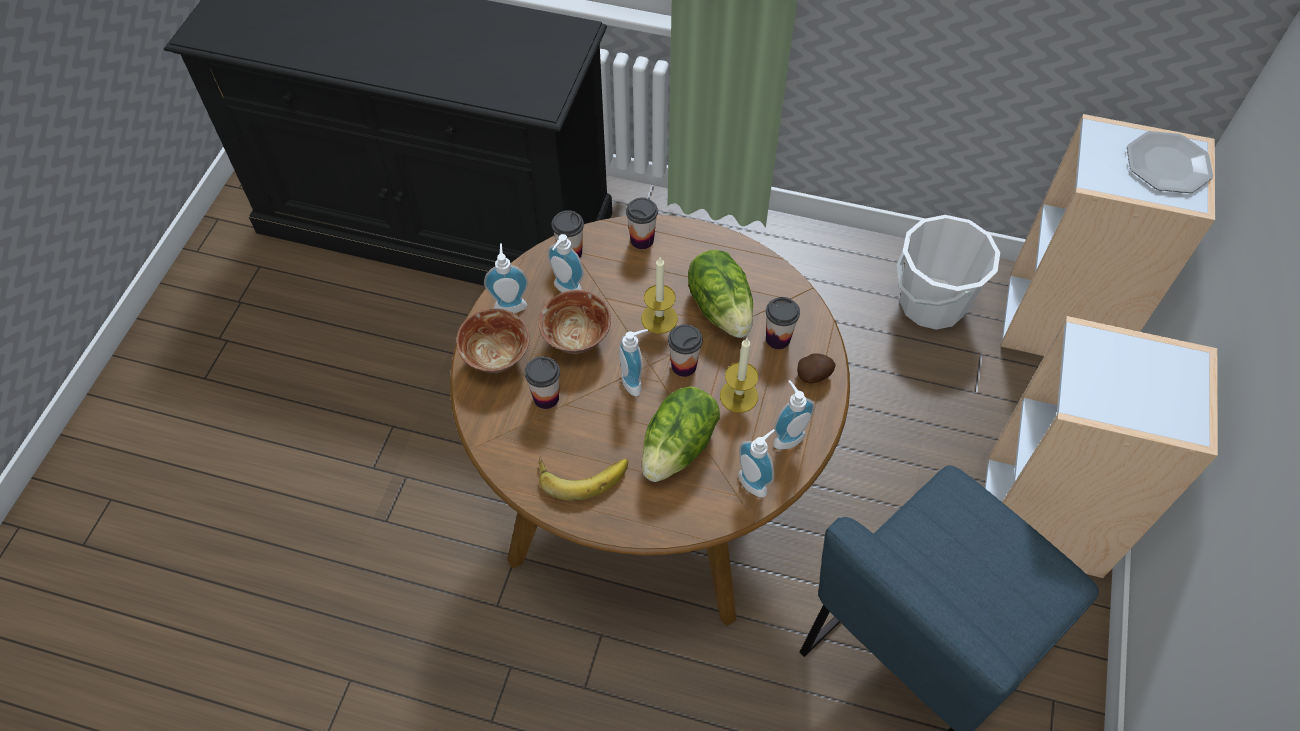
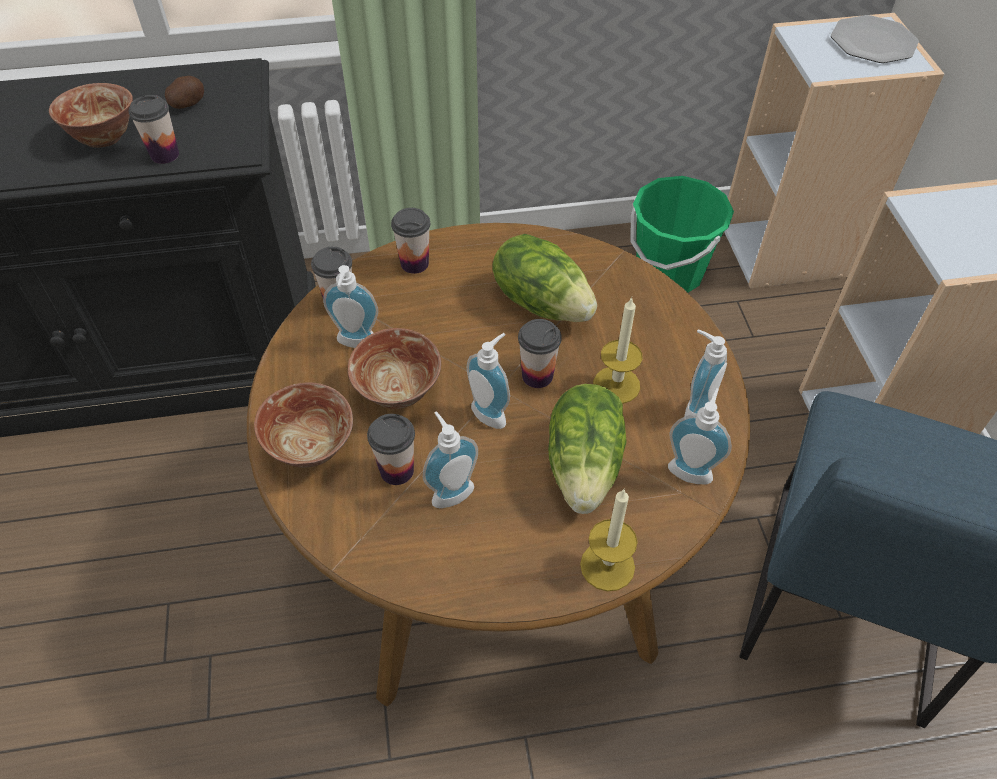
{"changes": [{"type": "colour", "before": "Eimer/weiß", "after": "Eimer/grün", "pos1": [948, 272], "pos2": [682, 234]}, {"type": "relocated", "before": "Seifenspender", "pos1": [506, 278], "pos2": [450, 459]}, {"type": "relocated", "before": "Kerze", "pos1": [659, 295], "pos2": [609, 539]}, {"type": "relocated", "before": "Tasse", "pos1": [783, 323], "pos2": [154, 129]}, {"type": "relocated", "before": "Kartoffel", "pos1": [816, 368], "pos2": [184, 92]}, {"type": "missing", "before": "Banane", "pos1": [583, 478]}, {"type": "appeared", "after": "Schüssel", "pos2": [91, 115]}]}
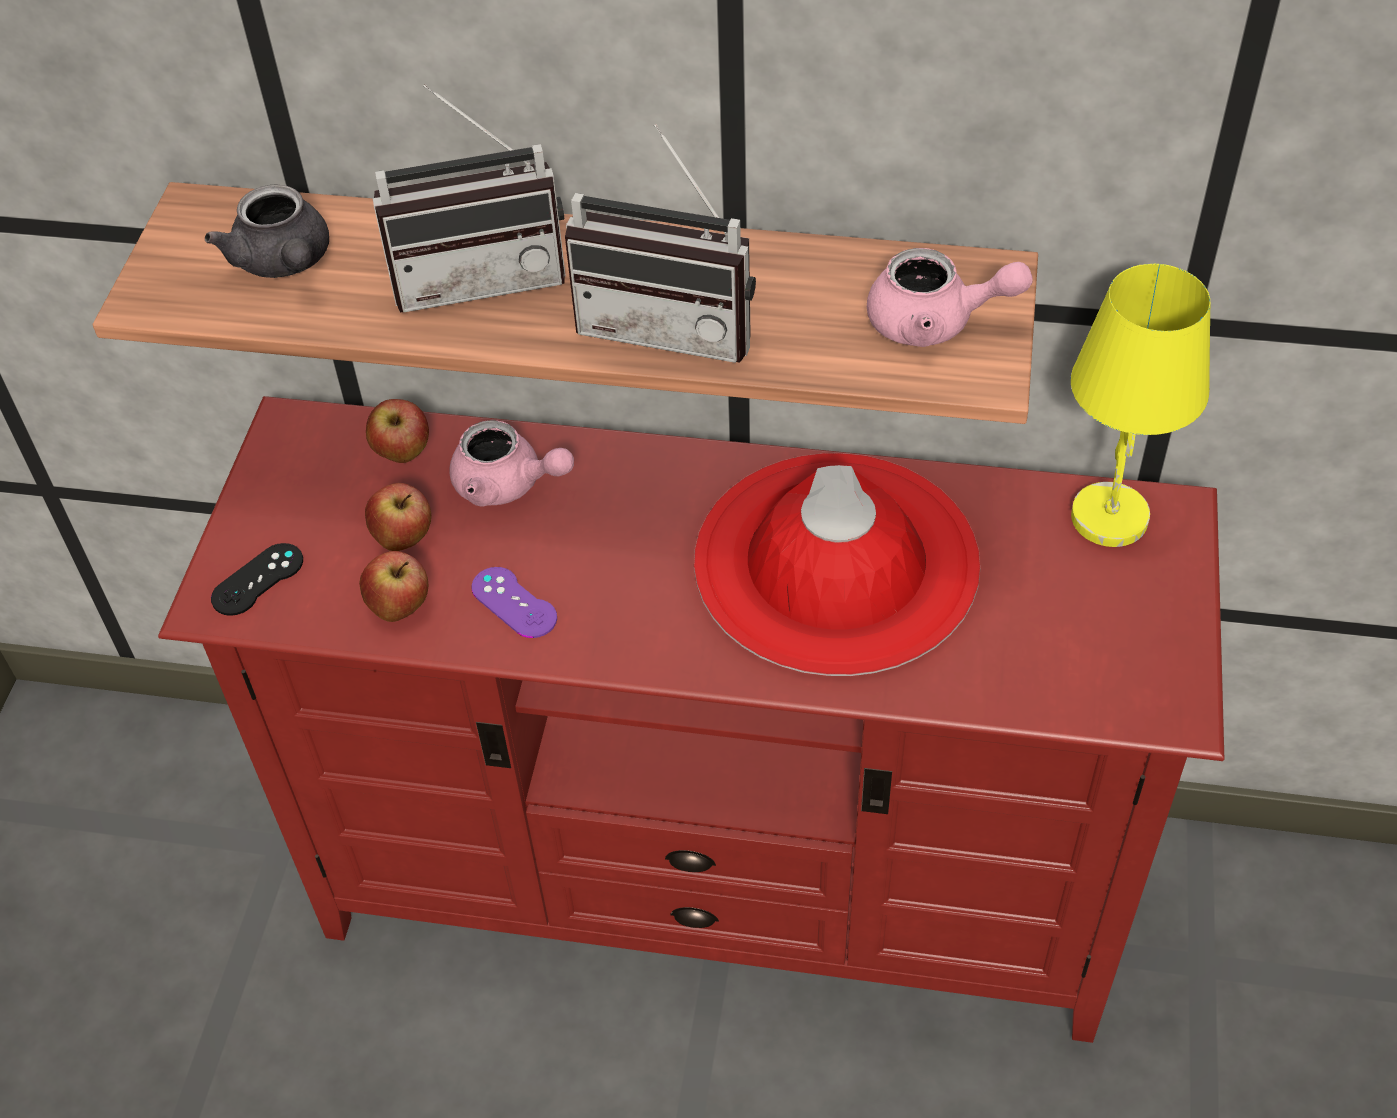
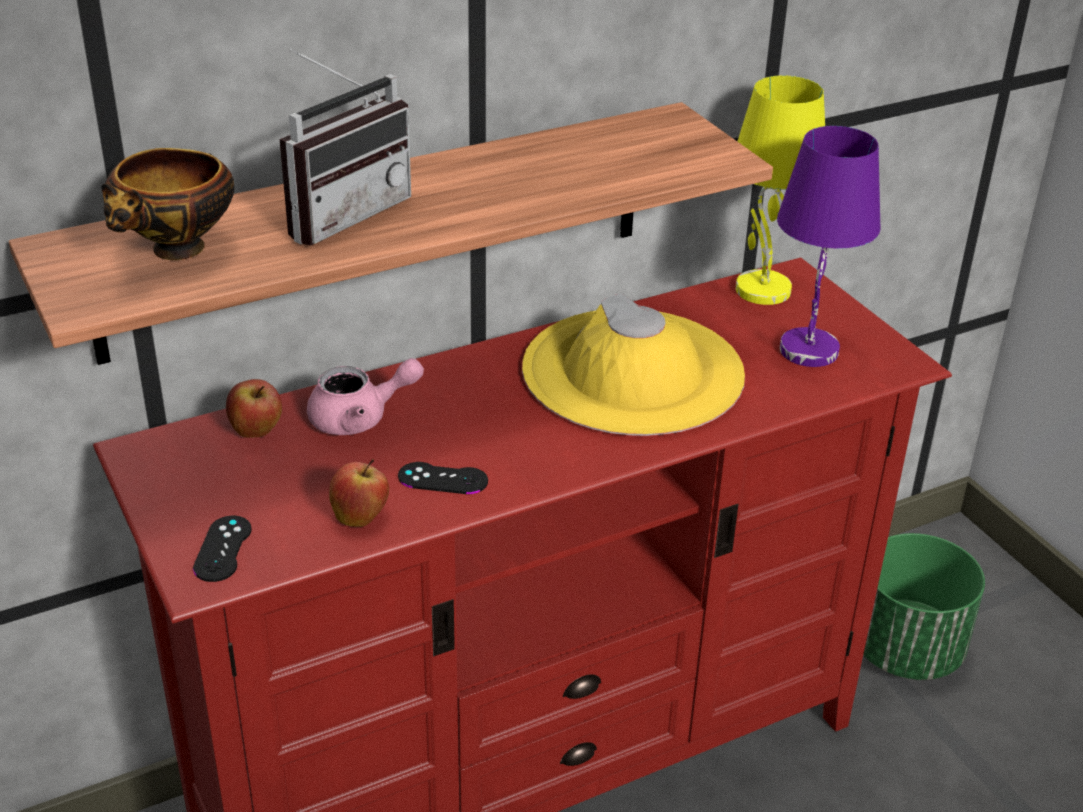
{"changes": [{"type": "missing", "before": "Radio", "pos1": [660, 243]}, {"type": "exchanged", "before": "Teekanne/grau", "after": "Schüssel", "pos1": [267, 231], "pos2": [168, 204]}, {"type": "missing", "before": "Teekanne/rosa", "pos1": [950, 297]}, {"type": "colour", "before": "Hut/rot", "after": "Hut/gelb", "pos1": [837, 564], "pos2": [633, 364]}, {"type": "missing", "before": "Apfel", "pos1": [398, 517]}, {"type": "colour", "before": "Gamepad/lila", "after": "Gamepad/schwarz", "pos1": [514, 602], "pos2": [443, 478]}, {"type": "appeared", "after": "Tischlampe/lila", "pos2": [828, 246]}, {"type": "appeared", "after": "Pflanzkübel/grün", "pos2": [924, 606]}]}
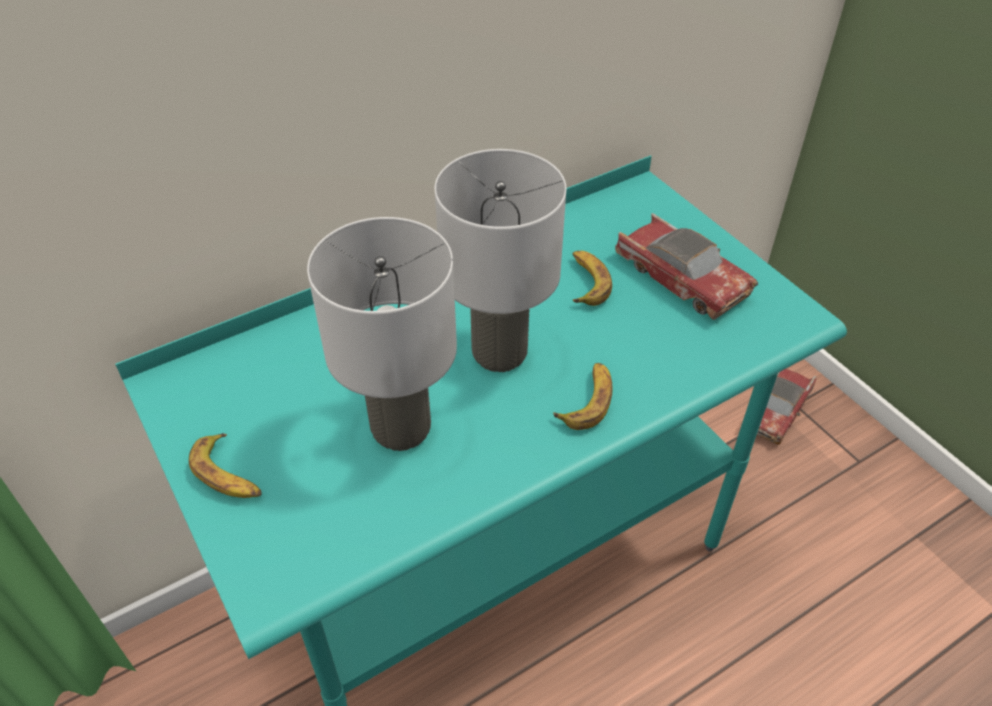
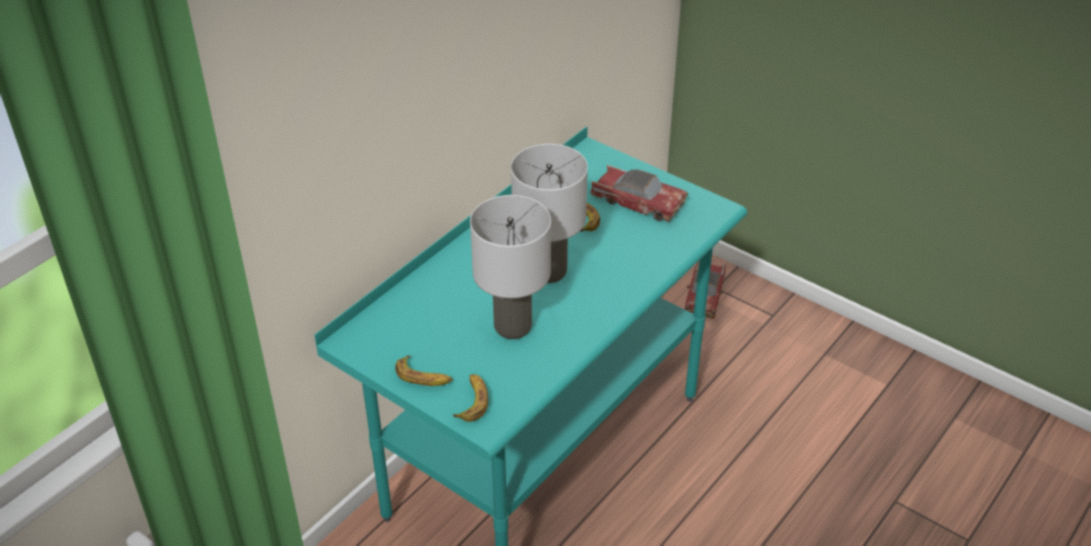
{"changes": [{"type": "relocated", "before": "Banane", "pos1": [582, 396], "pos2": [470, 398]}]}
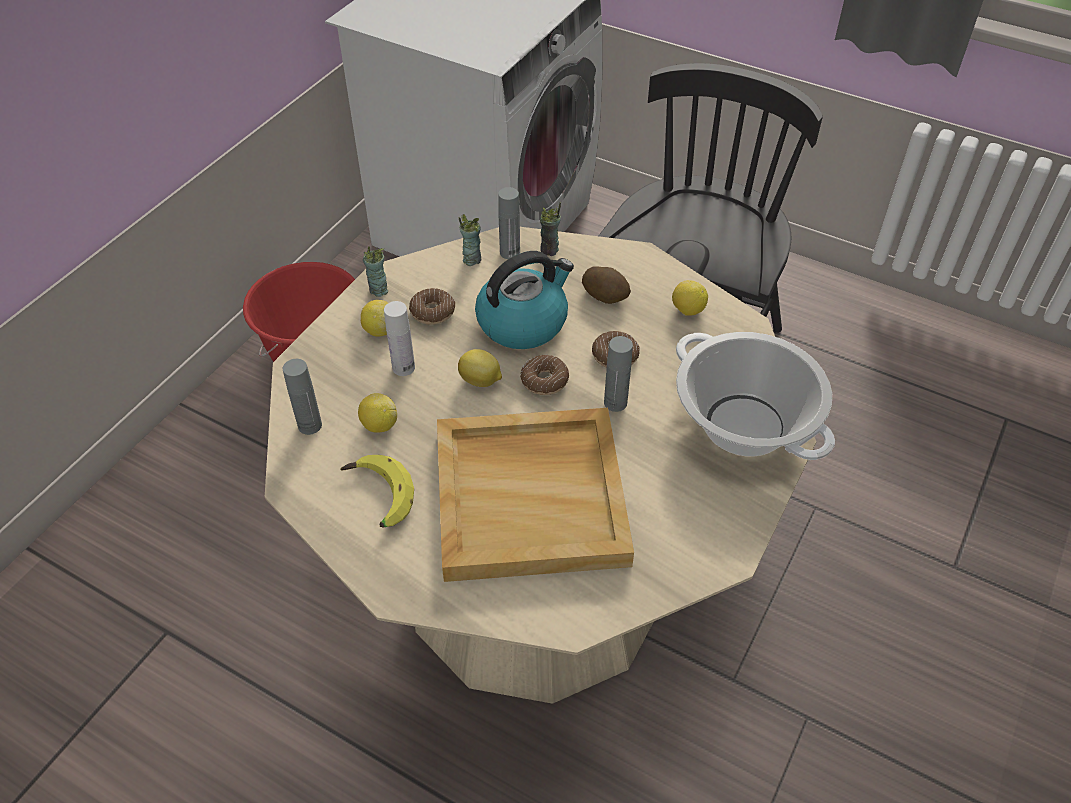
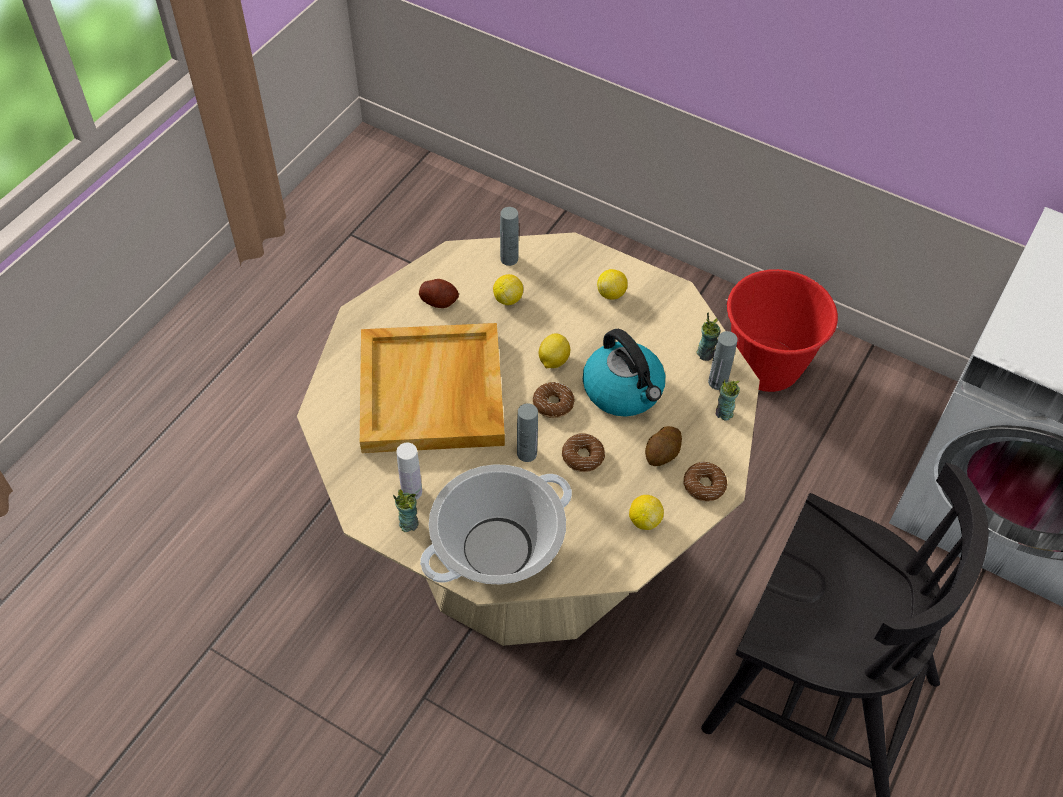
{"changes": [{"type": "relocated", "before": "Tasse", "pos1": [375, 272], "pos2": [406, 510]}, {"type": "relocated", "before": "Donut", "pos1": [432, 306], "pos2": [705, 482]}, {"type": "relocated", "before": "Flasche/weiß", "pos1": [399, 338], "pos2": [409, 471]}, {"type": "exchanged", "before": "Banane", "after": "Kartoffel", "pos1": [377, 491], "pos2": [439, 293]}]}
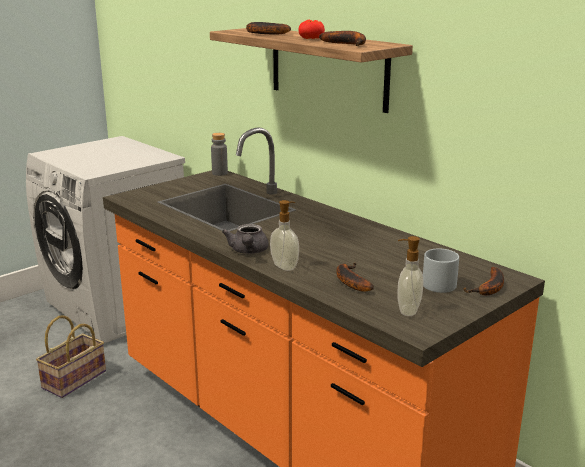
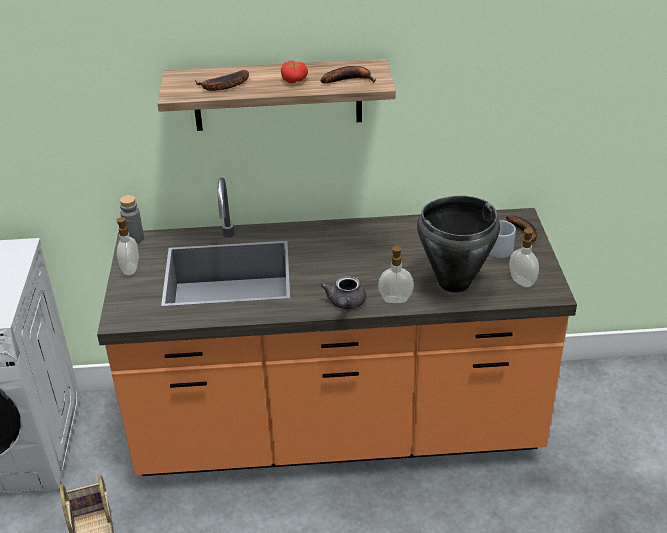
{"changes": [{"type": "spun", "before": "Teekanne/grau", "pos1": [245, 239], "pos2": [343, 292], "turn": 60}, {"type": "exchanged", "before": "Banane", "after": "Kochtopf/schwarz", "pos1": [355, 277], "pos2": [458, 244]}, {"type": "appeared", "after": "Seifenspender", "pos2": [128, 246]}]}
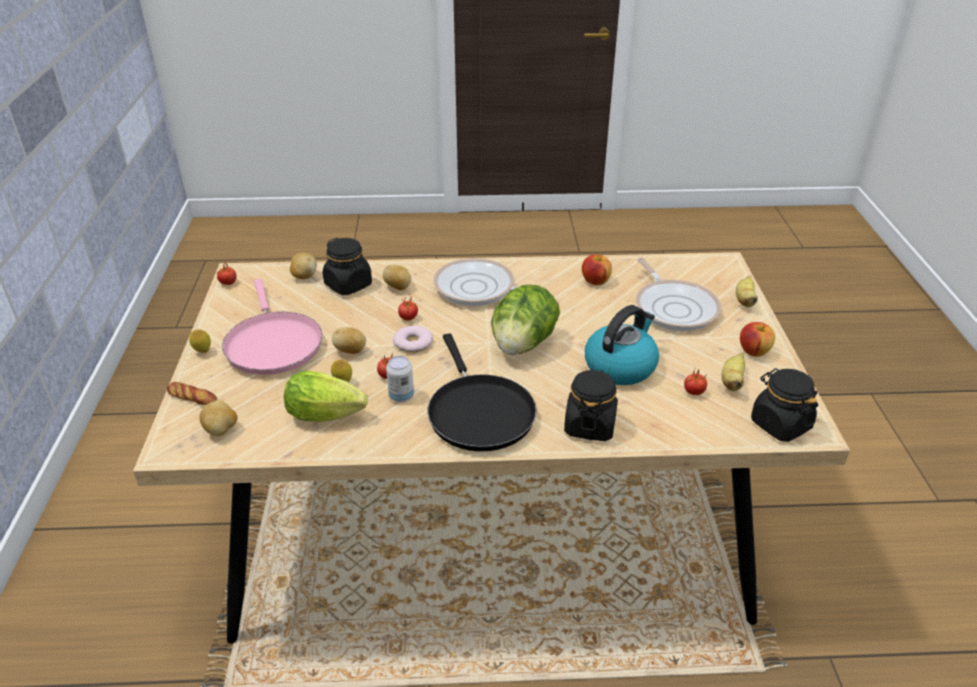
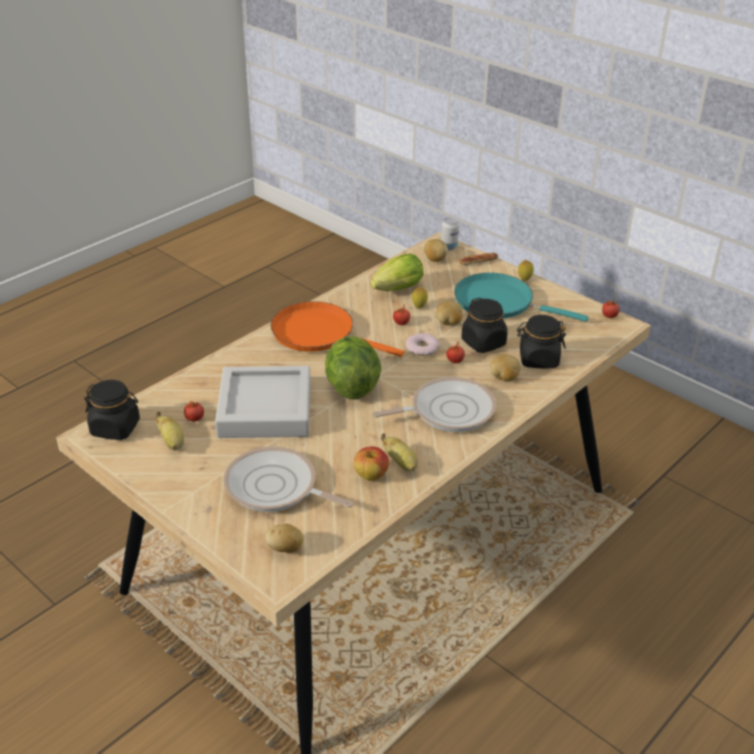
{"changes": [{"type": "relocated", "before": "Kartoffel", "pos1": [303, 265], "pos2": [285, 538]}, {"type": "relocated", "before": "Banane", "pos1": [747, 292], "pos2": [399, 452]}, {"type": "colour", "before": "Pfanne/rosa", "after": "Pfanne/türkis", "pos1": [272, 327], "pos2": [521, 297]}, {"type": "exchanged", "before": "Wasserkessel", "after": "Tablett/grau", "pos1": [622, 345], "pos2": [263, 402]}, {"type": "missing", "before": "Apfel", "pos1": [757, 339]}, {"type": "colour", "before": "Pfanne/schwarz", "after": "Pfanne/orange", "pos1": [482, 392], "pos2": [337, 329]}, {"type": "relocated", "before": "Dose", "pos1": [400, 379], "pos2": [450, 233]}, {"type": "relocated", "before": "Vorratsglas/schwarz", "pos1": [591, 405], "pos2": [484, 325]}]}
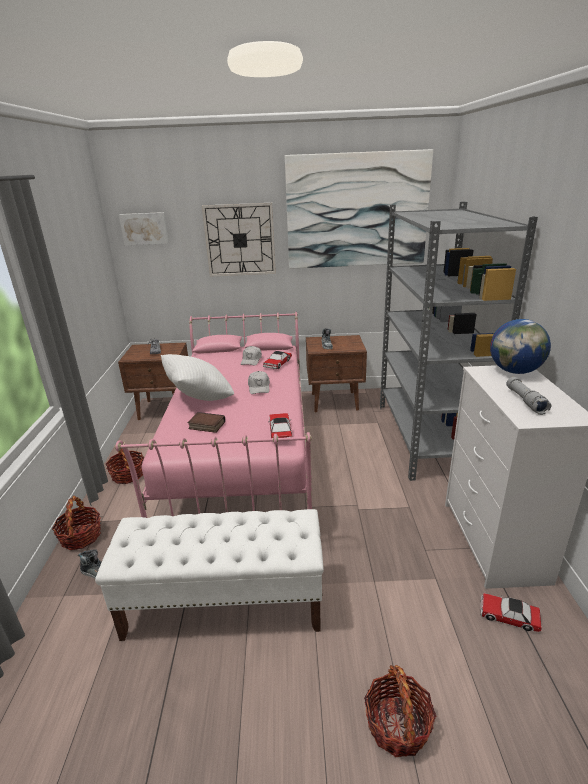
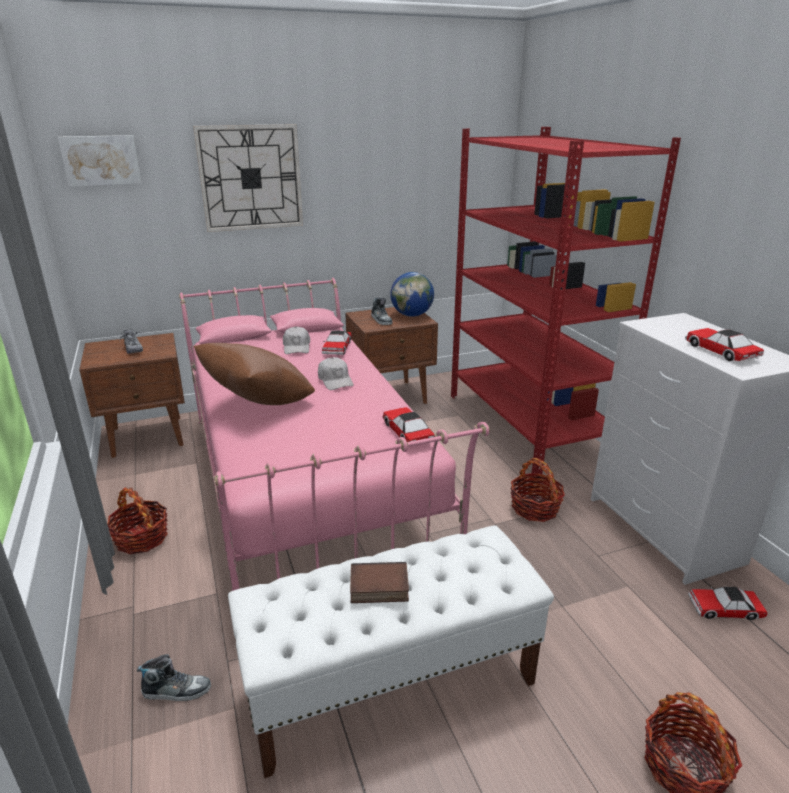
{"changes": [{"type": "missing", "before": "Bild", "pos1": [359, 209]}, {"type": "colour", "before": "Bücherregal/grau", "after": "Bücherregal/rot", "pos1": [459, 341], "pos2": [566, 301]}, {"type": "relocated", "before": "Globus", "pos1": [520, 346], "pos2": [412, 294]}, {"type": "colour", "before": "Kissen/weiß", "after": "Kissen/braun", "pos1": [197, 377], "pos2": [254, 374]}, {"type": "exchanged", "before": "Taschenlampe/grau", "after": "Spielzeugauto", "pos1": [528, 396], "pos2": [724, 344]}, {"type": "relocated", "before": "Buch", "pos1": [206, 422], "pos2": [379, 582]}, {"type": "relocated", "before": "Korb", "pos1": [76, 523], "pos2": [537, 490]}]}
